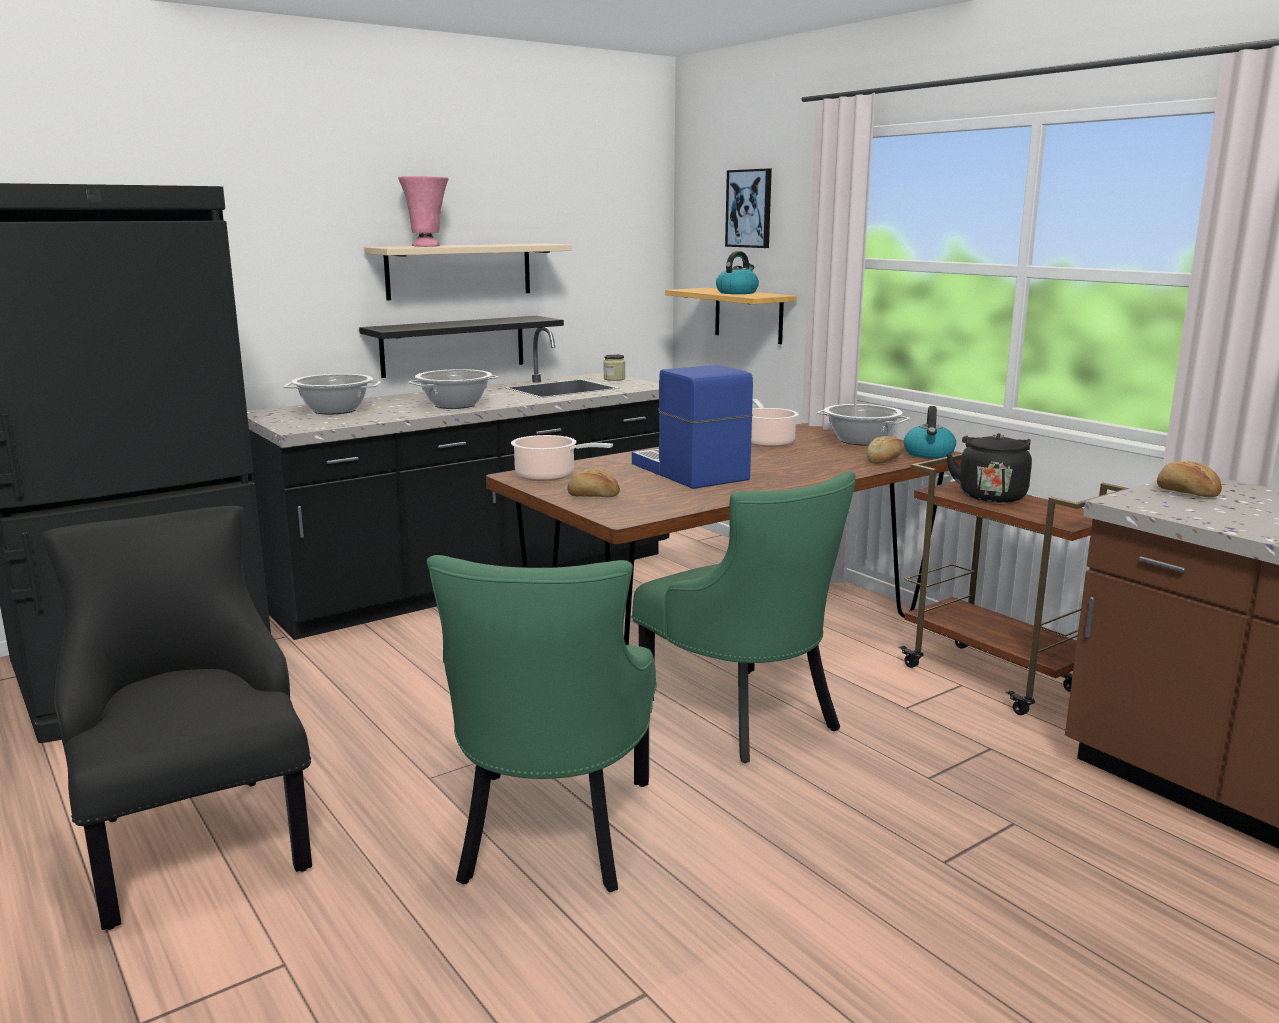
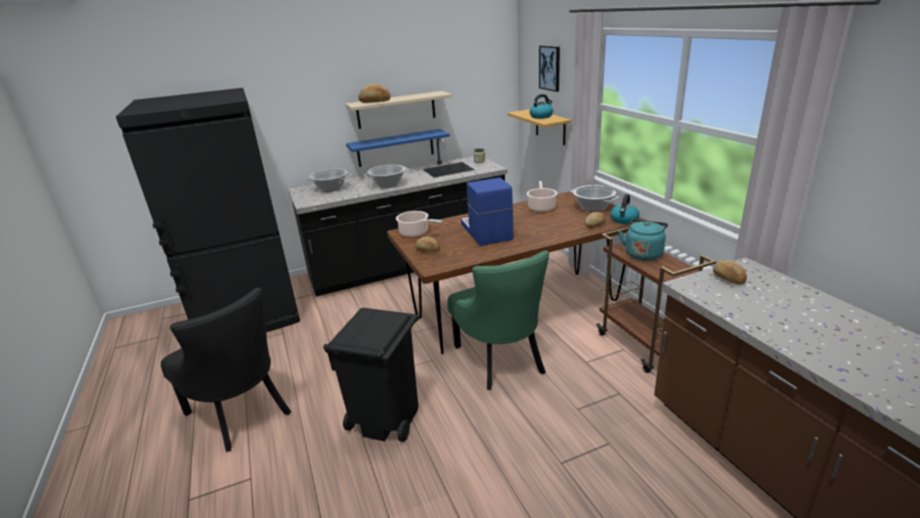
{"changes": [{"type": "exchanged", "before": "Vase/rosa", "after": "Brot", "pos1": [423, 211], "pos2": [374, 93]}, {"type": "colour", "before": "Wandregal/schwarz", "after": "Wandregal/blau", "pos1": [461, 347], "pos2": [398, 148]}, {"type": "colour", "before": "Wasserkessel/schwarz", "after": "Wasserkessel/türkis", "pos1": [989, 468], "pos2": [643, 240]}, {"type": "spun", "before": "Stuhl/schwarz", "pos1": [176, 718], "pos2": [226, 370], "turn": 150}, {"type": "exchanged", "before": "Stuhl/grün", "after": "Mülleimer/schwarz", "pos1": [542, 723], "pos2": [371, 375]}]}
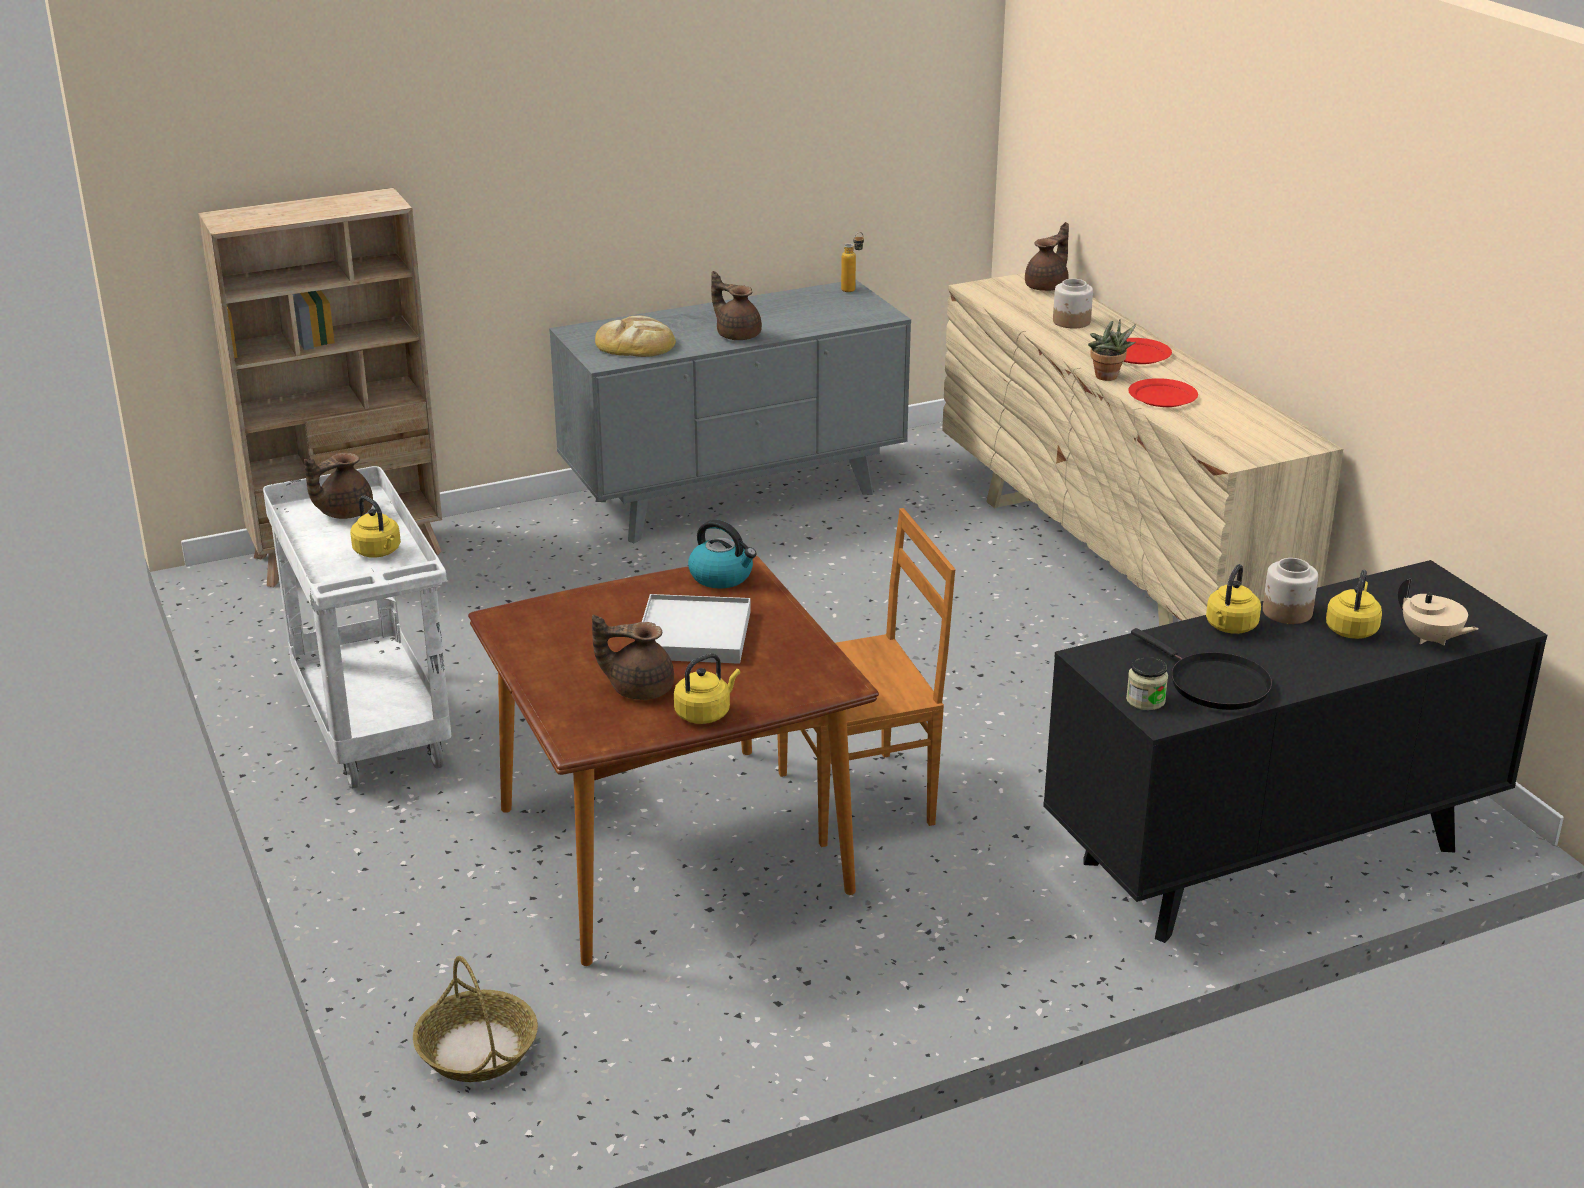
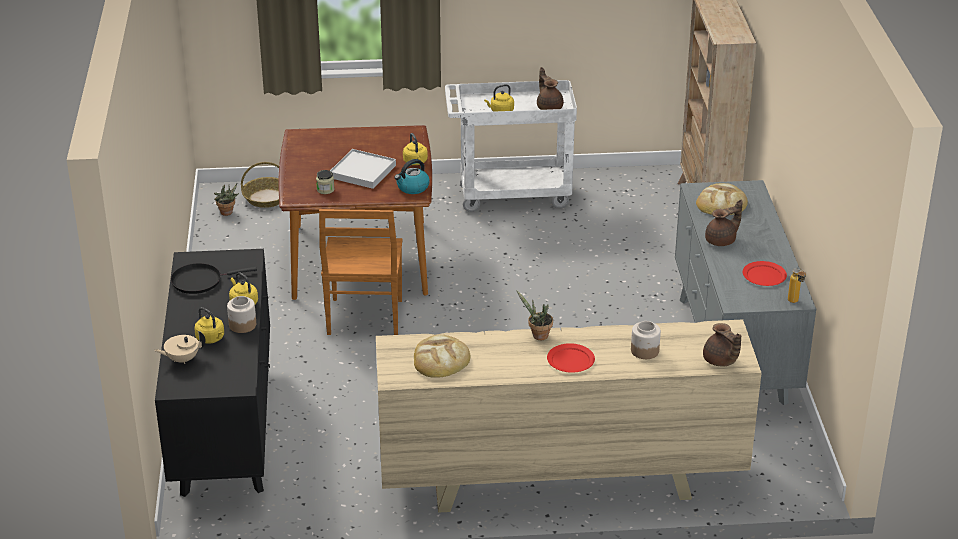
{"changes": [{"type": "relocated", "before": "Teller/rot", "pos1": [1163, 392], "pos2": [765, 273]}, {"type": "missing", "before": "Teekanne/braun", "pos1": [633, 657]}, {"type": "relocated", "before": "Wasserkessel/gelb", "pos1": [707, 688], "pos2": [415, 149]}, {"type": "relocated", "before": "Vorratsglas", "pos1": [1147, 683], "pos2": [325, 182]}, {"type": "appeared", "after": "Topfpflanze", "pos2": [226, 200]}, {"type": "appeared", "after": "Brot", "pos2": [442, 356]}]}
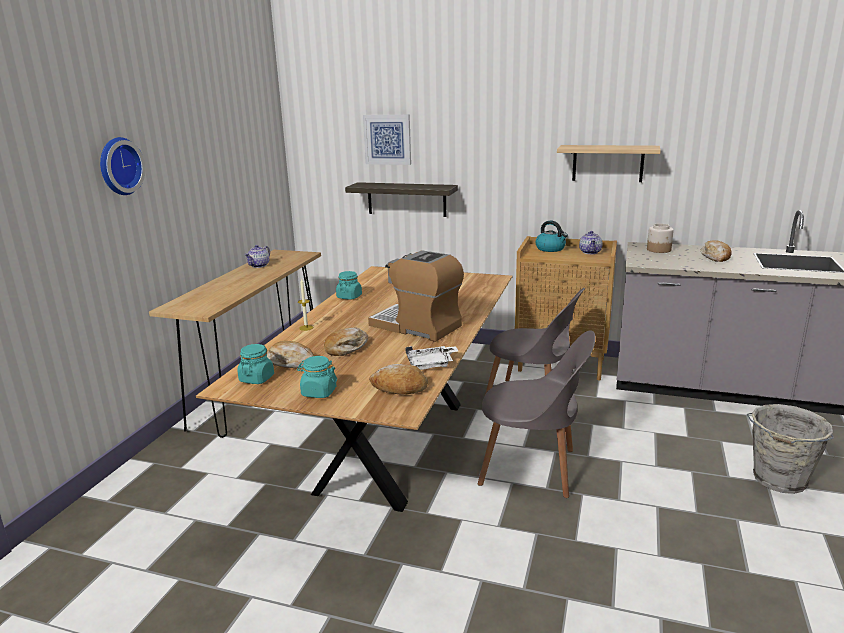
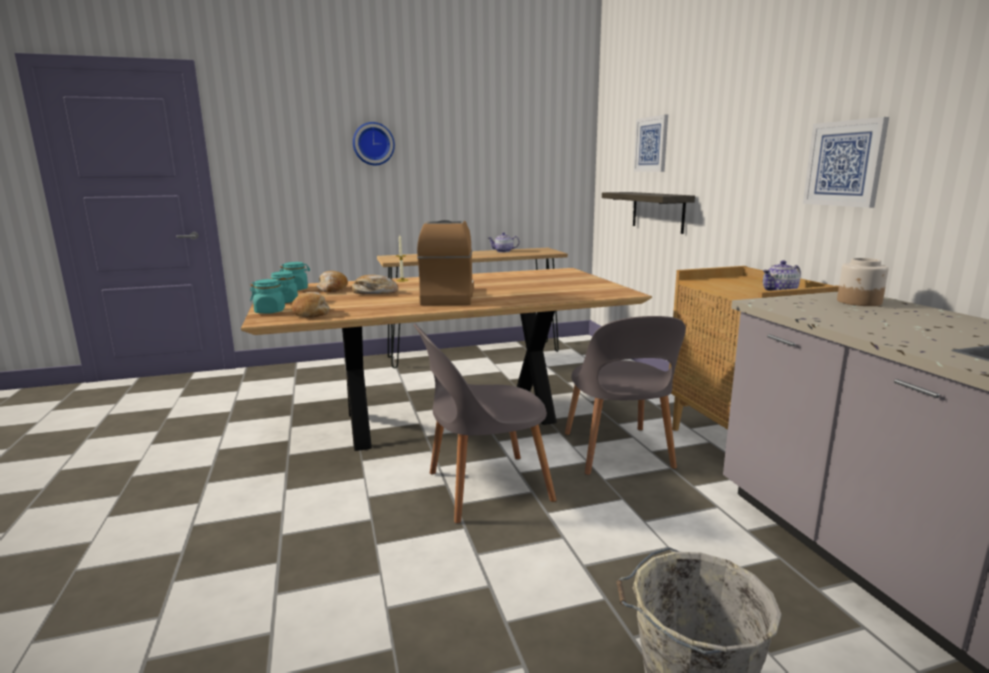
{"changes": [{"type": "exchanged", "before": "Wandregal", "after": "Bild", "pos1": [609, 163], "pos2": [846, 162]}, {"type": "missing", "before": "Wasserkessel", "pos1": [551, 236]}, {"type": "missing", "before": "Brot", "pos1": [716, 251]}, {"type": "relocated", "before": "Vorratsglas/türkis", "pos1": [349, 285], "pos2": [268, 296]}, {"type": "spun", "before": "Stuhl/grau", "pos1": [536, 414], "pos2": [485, 423], "turn": 90}, {"type": "missing", "before": "Tablett/weiß", "pos1": [431, 358]}]}
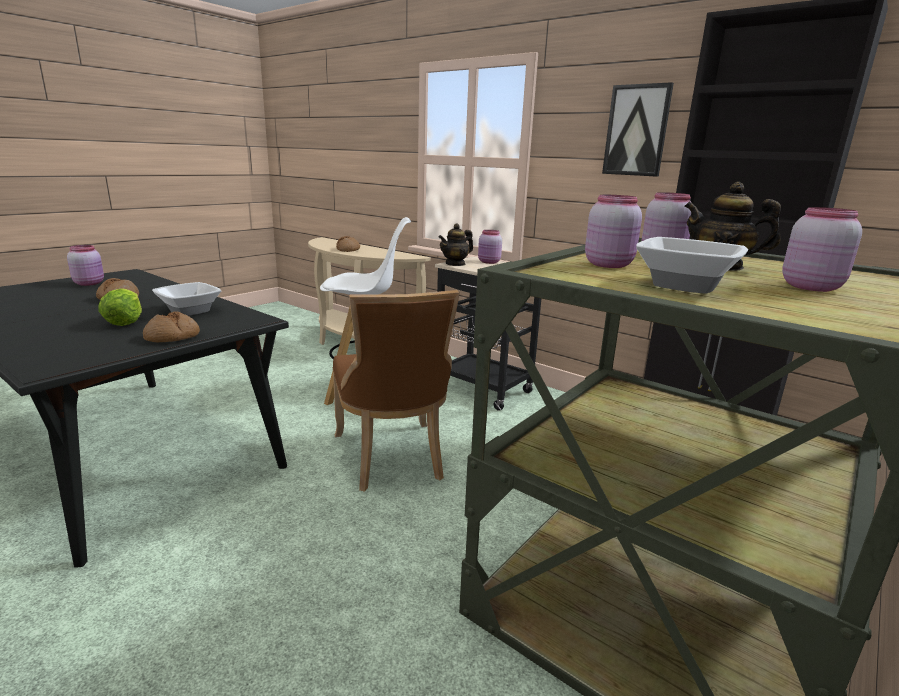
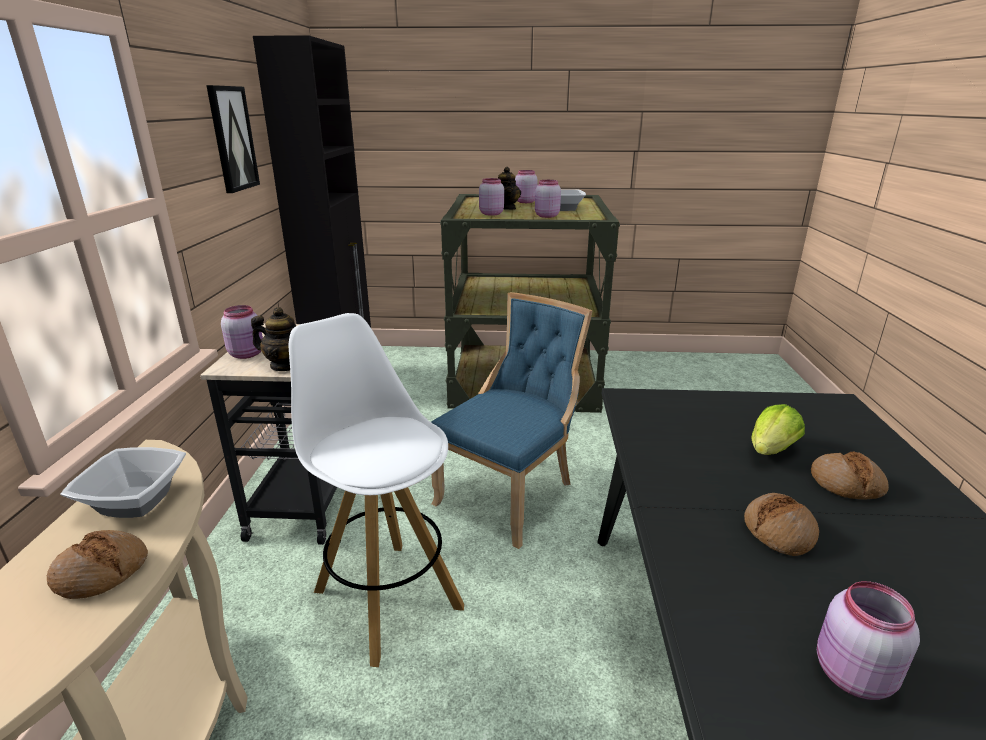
{"changes": [{"type": "relocated", "before": "Schüssel", "pos1": [186, 299], "pos2": [123, 482]}, {"type": "colour", "before": "Stuhl/braun", "after": "Stuhl/blau", "pos1": [396, 391], "pos2": [512, 420]}, {"type": "relocated", "before": "Brot", "pos1": [171, 326], "pos2": [850, 476]}]}
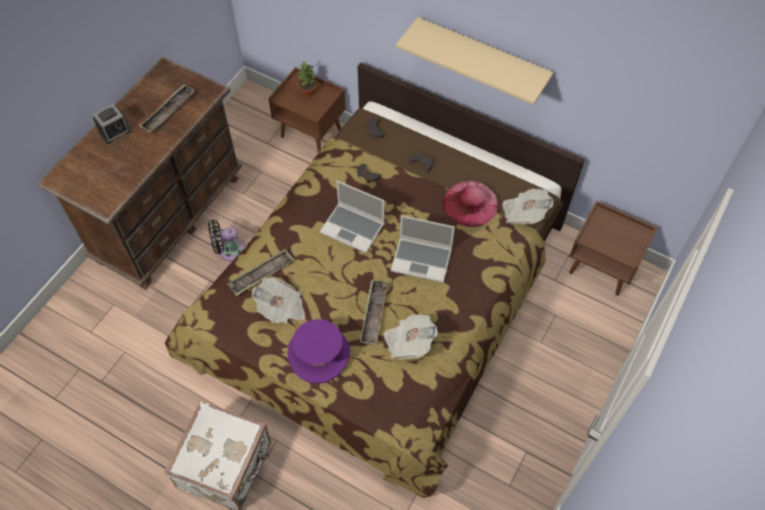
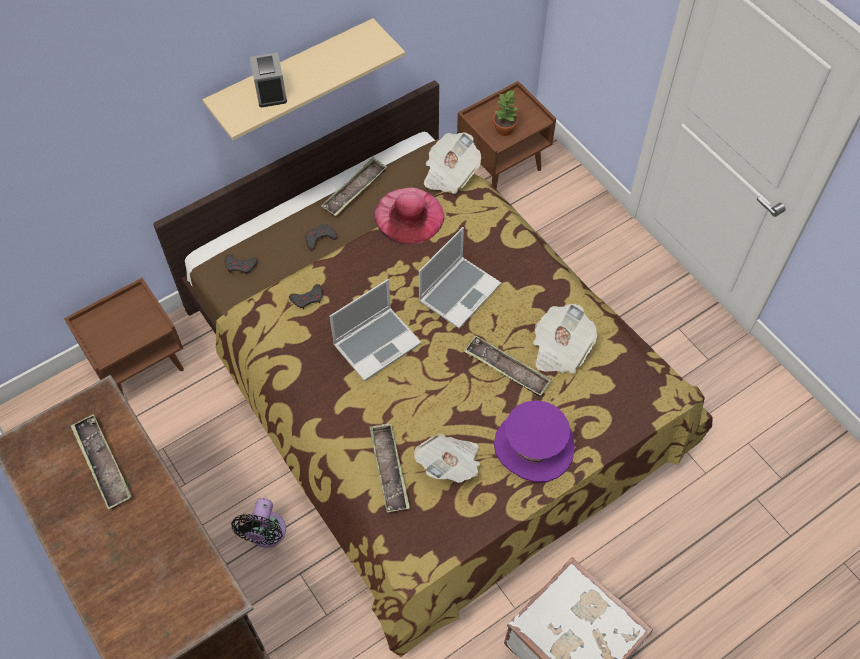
{"changes": [{"type": "relocated", "before": "Topfpflanze", "pos1": [307, 79], "pos2": [505, 113]}, {"type": "relocated", "before": "Wecker", "pos1": [112, 124], "pos2": [268, 79]}, {"type": "appeared", "after": "Tablett", "pos2": [354, 186]}]}
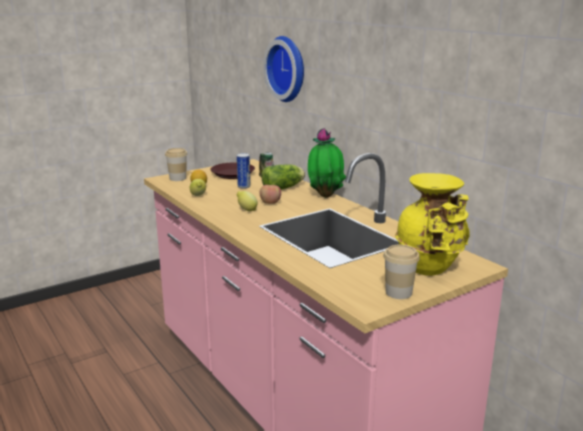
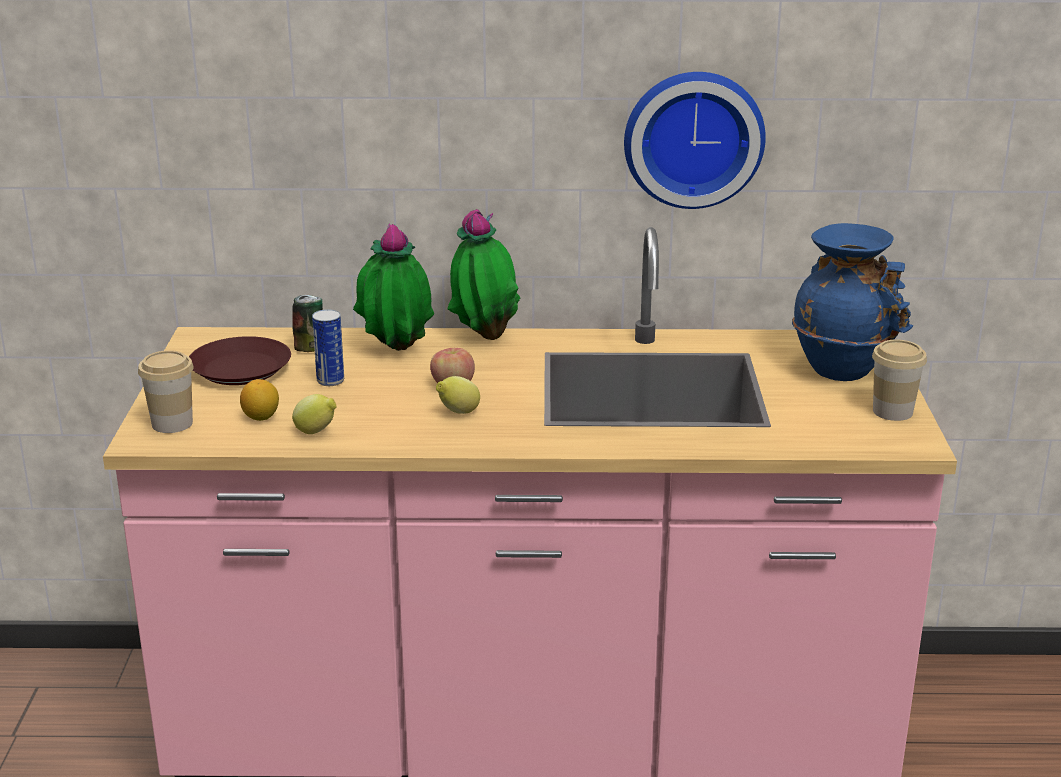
{"changes": [{"type": "relocated", "before": "Wanduhr", "pos1": [283, 69], "pos2": [695, 140]}, {"type": "exchanged", "before": "Salatkopf", "after": "Topfpflanze", "pos1": [283, 177], "pos2": [393, 287]}, {"type": "colour", "before": "Vase/gelb", "after": "Vase/blau", "pos1": [432, 224], "pos2": [852, 302]}]}
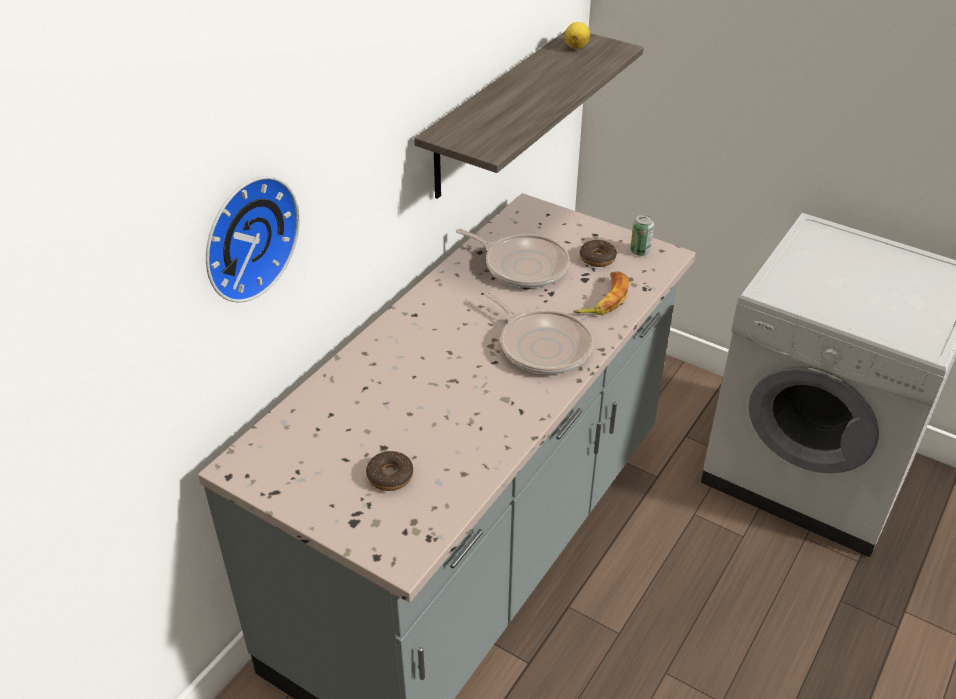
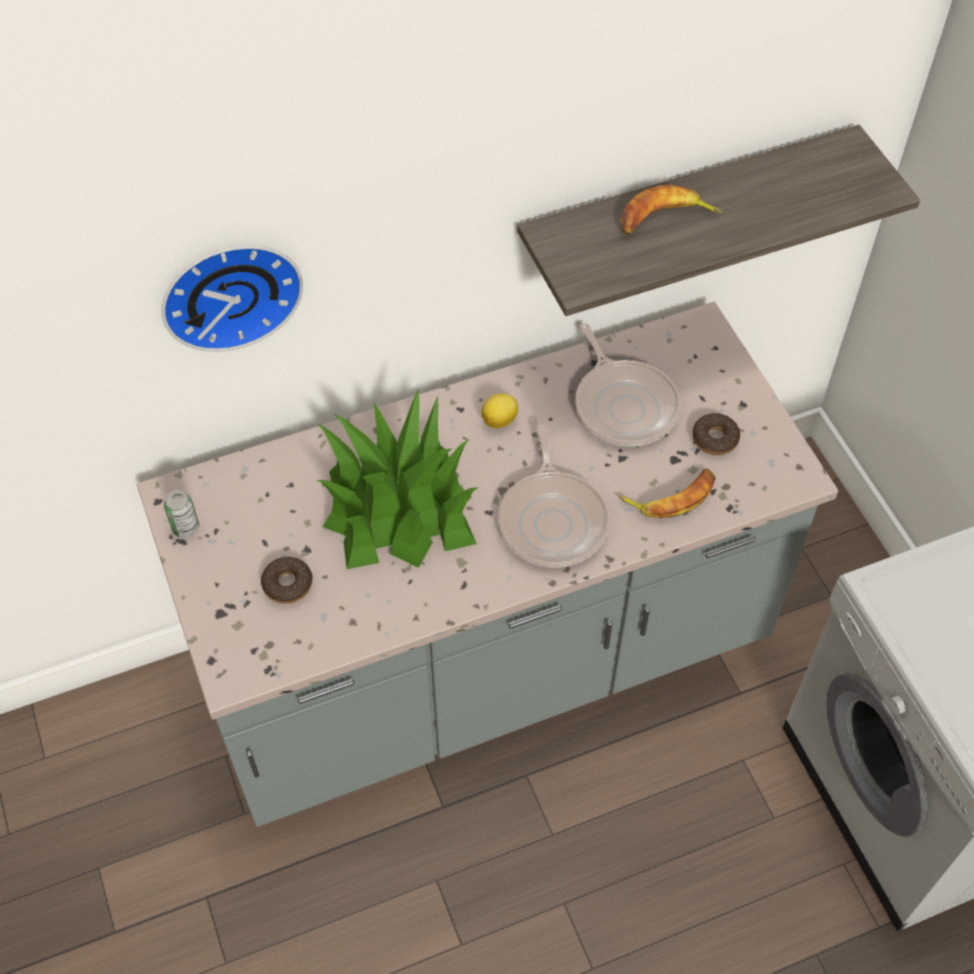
{"changes": [{"type": "relocated", "before": "Zitrone", "pos1": [577, 35], "pos2": [500, 410]}, {"type": "relocated", "before": "Dose", "pos1": [642, 235], "pos2": [181, 514]}, {"type": "appeared", "after": "Banane", "pos2": [671, 210]}, {"type": "appeared", "after": "Topfpflanze", "pos2": [397, 478]}]}
